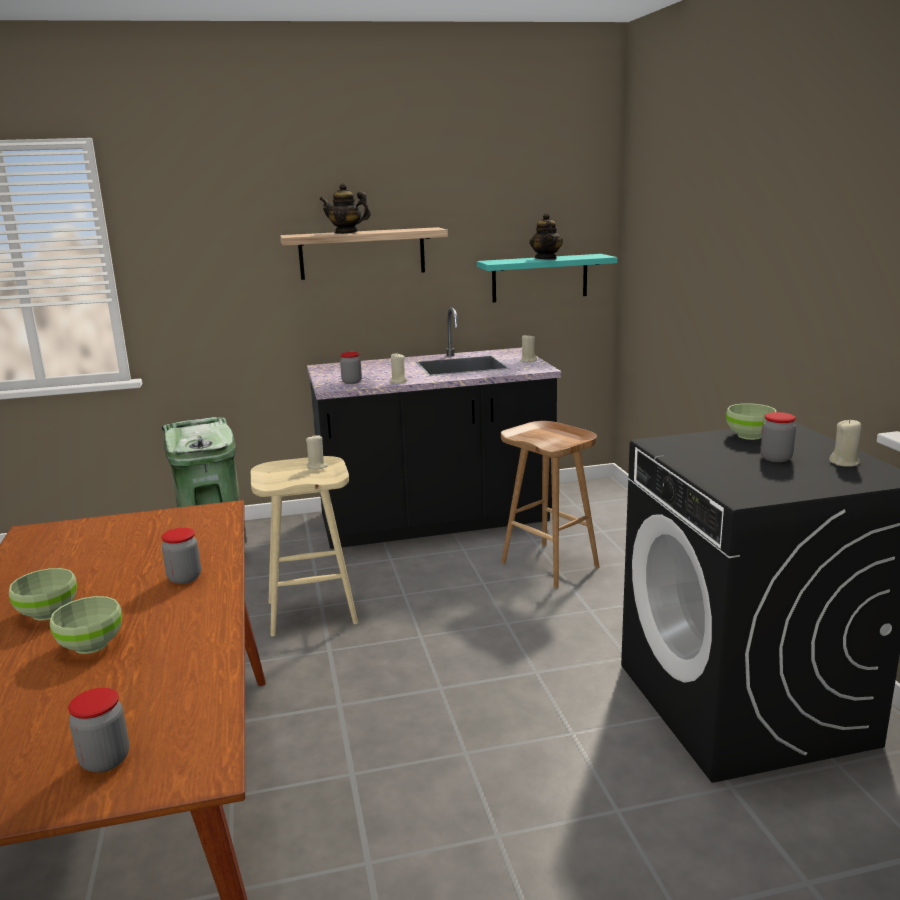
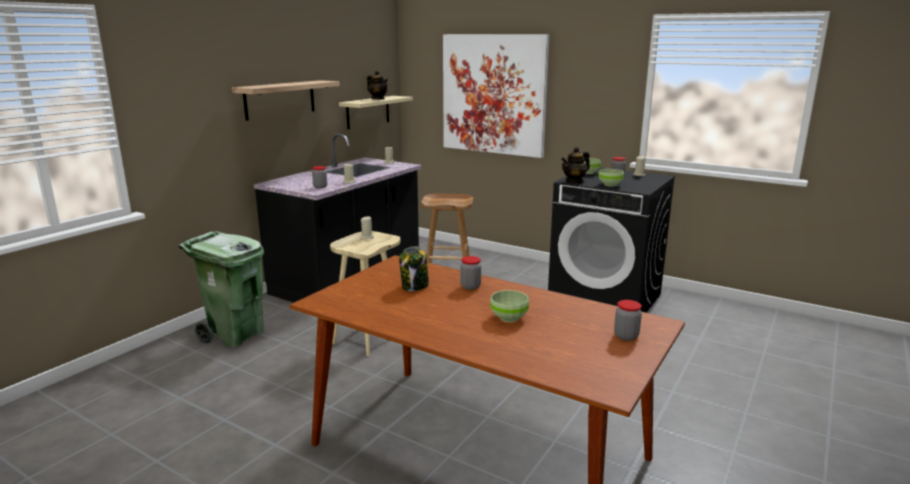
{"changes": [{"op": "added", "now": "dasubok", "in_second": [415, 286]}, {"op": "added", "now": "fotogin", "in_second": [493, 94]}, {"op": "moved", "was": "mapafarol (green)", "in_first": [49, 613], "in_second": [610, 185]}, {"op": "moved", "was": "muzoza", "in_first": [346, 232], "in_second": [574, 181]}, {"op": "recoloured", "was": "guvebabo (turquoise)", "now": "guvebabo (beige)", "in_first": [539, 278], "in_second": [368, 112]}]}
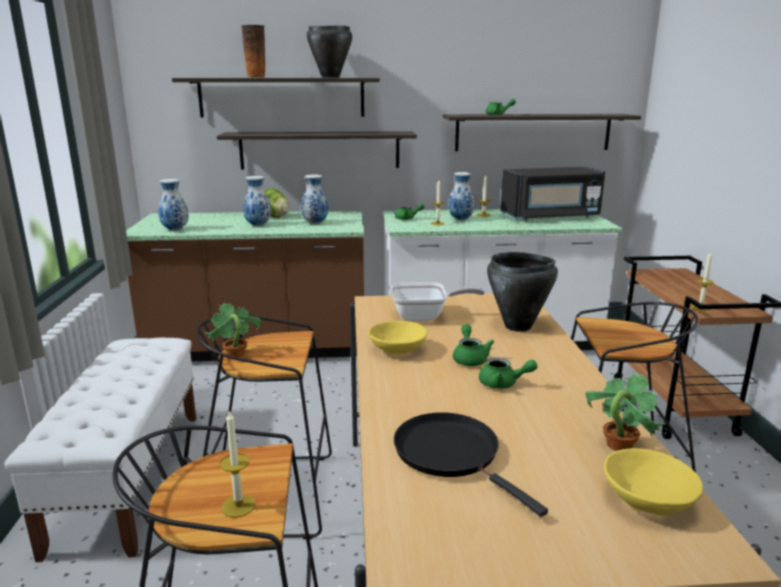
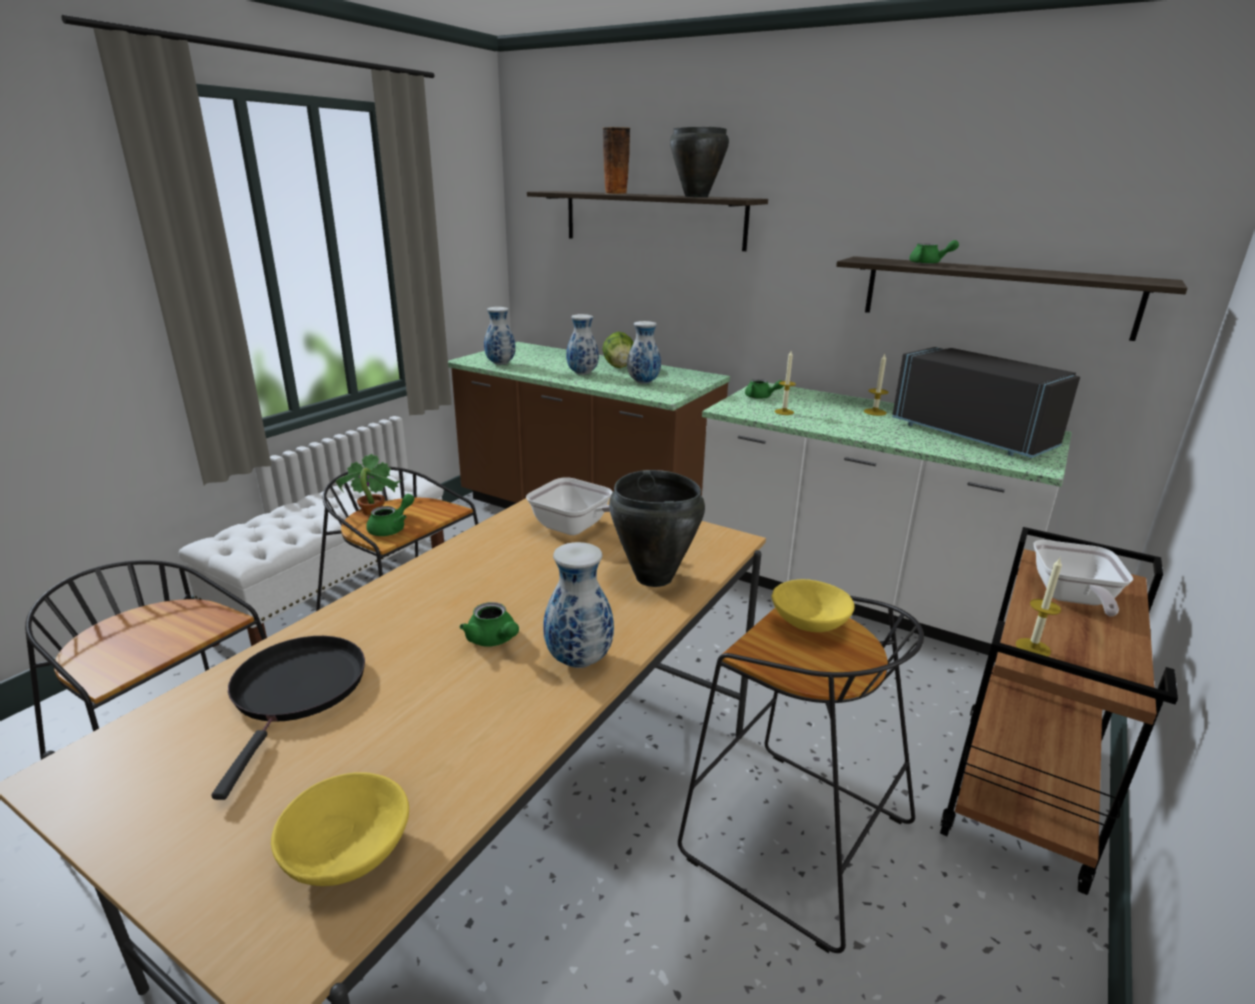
{"changes": [{"op": "removed", "was": "guvebabo", "in_first": [320, 150]}, {"op": "removed", "was": "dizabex", "in_first": [238, 506]}, {"op": "removed", "was": "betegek", "in_first": [618, 445]}, {"op": "added", "now": "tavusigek", "in_second": [1072, 599]}, {"op": "moved", "was": "mapafarol (yellow)", "in_first": [397, 350], "in_second": [809, 623]}, {"op": "moved", "was": "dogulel", "in_first": [460, 219], "in_second": [577, 660]}, {"op": "moved", "was": "muzoza (green)", "in_first": [470, 358], "in_second": [392, 528]}, {"op": "turned", "was": "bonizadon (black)", "in_first": [550, 217], "in_second": [973, 435], "clockwise": -150}]}
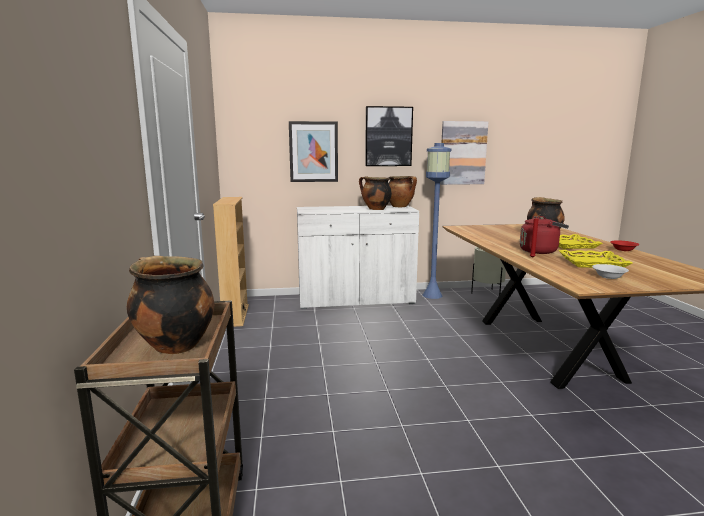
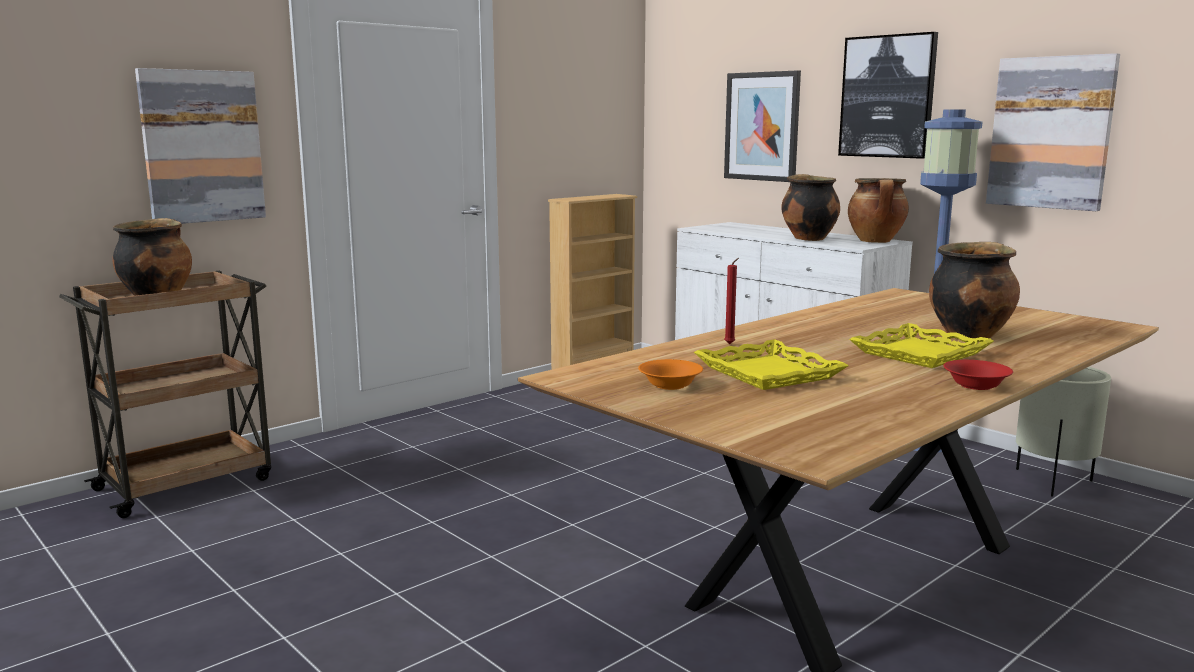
{"changes": [{"op": "removed", "was": "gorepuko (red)", "in_first": [540, 251]}, {"op": "added", "now": "fotogin", "in_second": [202, 146]}, {"op": "recoloured", "was": "mapafarol (white)", "now": "mapafarol (orange)", "in_first": [608, 276], "in_second": [671, 385]}]}
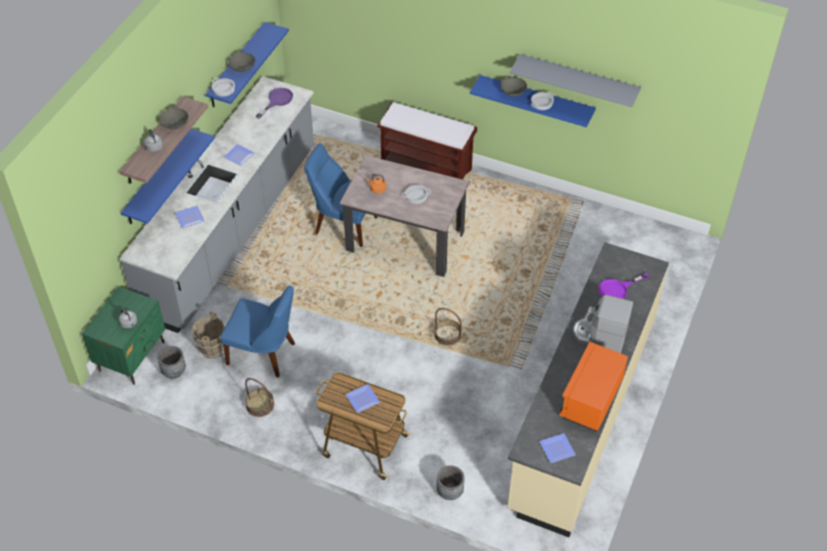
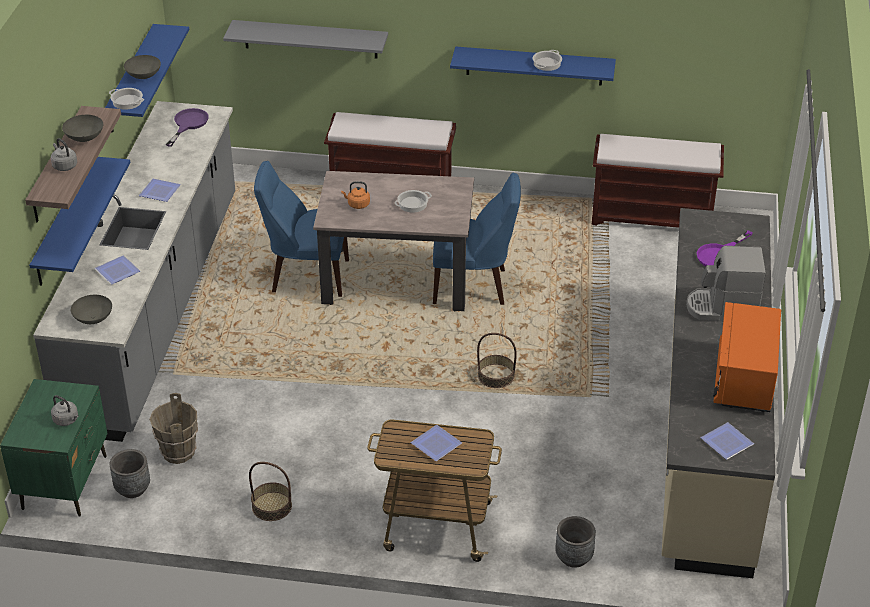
{"changes": [{"op": "added", "now": "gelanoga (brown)", "in_second": [652, 217]}, {"op": "moved", "was": "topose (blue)", "in_first": [264, 354], "in_second": [473, 286]}, {"op": "moved", "was": "mapafarol (grey)", "in_first": [513, 92], "in_second": [93, 319]}, {"op": "moved", "was": "guvebabo (grey)", "in_first": [578, 79], "in_second": [310, 39]}]}
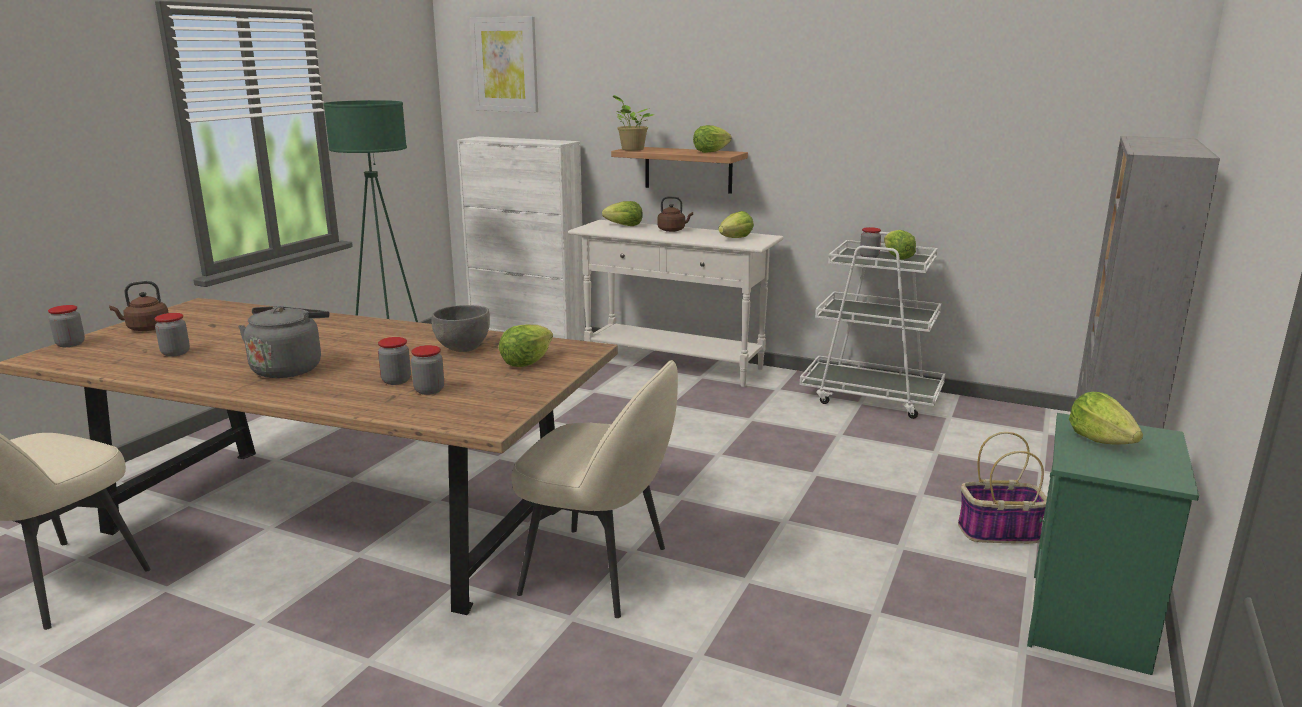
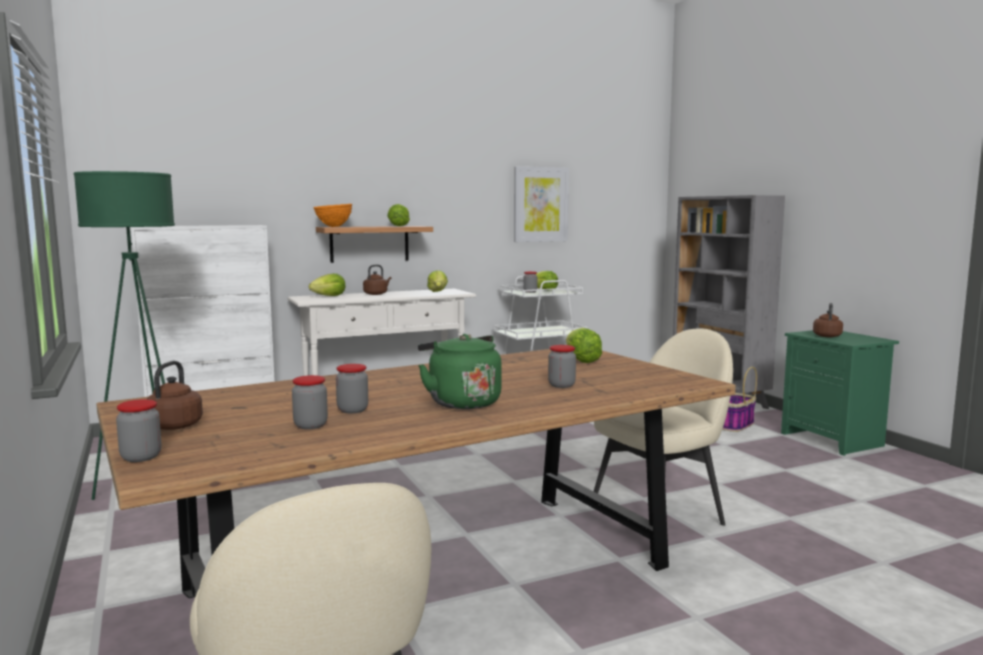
{"changes": [{"op": "removed", "was": "mapafarol (grey)", "in_first": [463, 348]}, {"op": "moved", "was": "dasubok", "in_first": [429, 390], "in_second": [352, 410]}, {"op": "moved", "was": "fotogin", "in_first": [505, 64], "in_second": [540, 204]}, {"op": "replaced", "was": "betegek", "now": "mapafarol (orange)", "in_first": [631, 149], "in_second": [333, 227]}, {"op": "replaced", "was": "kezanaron", "now": "gorepuko (brown)", "in_first": [1100, 440], "in_second": [827, 336]}, {"op": "recoloured", "was": "gorepuko (grey)", "now": "gorepuko (green)", "in_first": [289, 368], "in_second": [461, 402]}]}
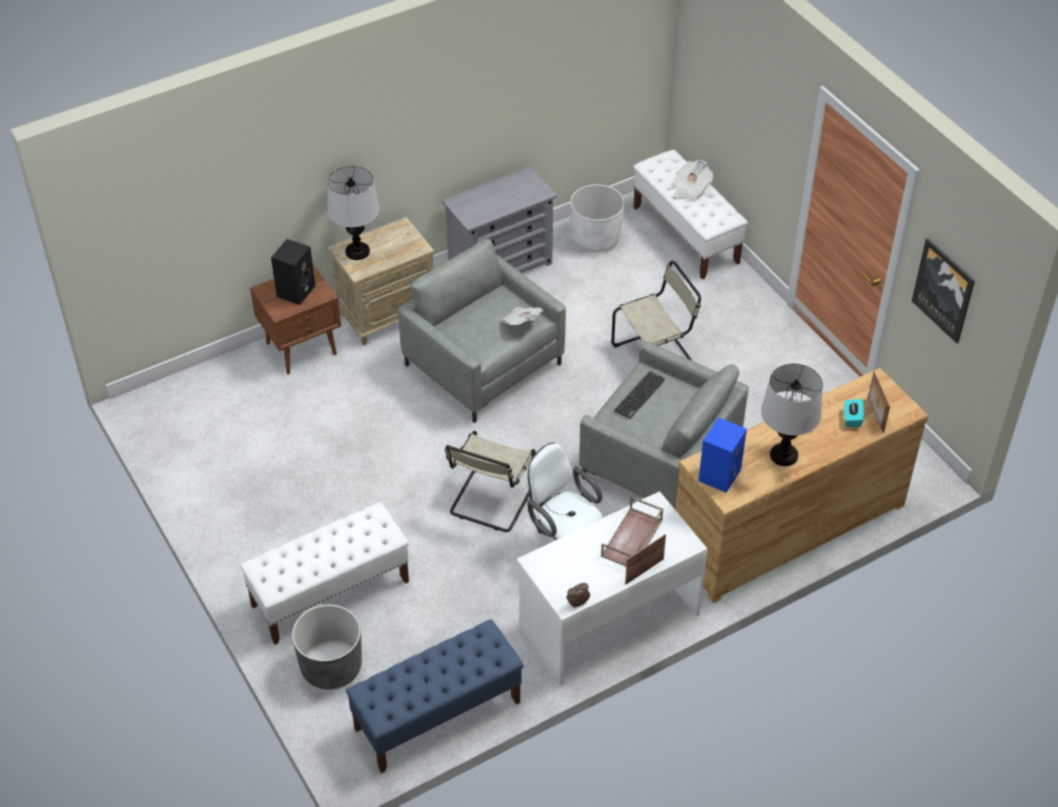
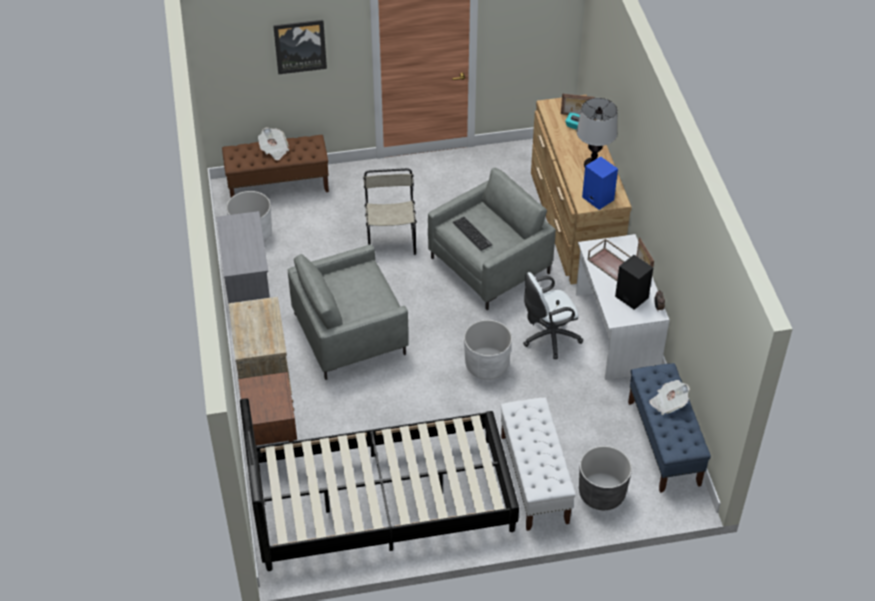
{"changes": [{"op": "removed", "was": "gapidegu", "in_first": [357, 252]}, {"op": "added", "now": "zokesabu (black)", "in_second": [381, 502]}, {"op": "moved", "was": "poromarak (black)", "in_first": [296, 290], "in_second": [630, 297]}, {"op": "moved", "was": "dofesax", "in_first": [522, 323], "in_second": [668, 403]}, {"op": "moved", "was": "fotogin", "in_first": [944, 290], "in_second": [300, 46]}, {"op": "replaced", "was": "topose (beige)", "now": "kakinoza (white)", "in_first": [490, 502], "in_second": [486, 365]}, {"op": "recoloured", "was": "gelanoga (white)", "now": "gelanoga (brown)", "in_first": [686, 235], "in_second": [278, 186]}]}
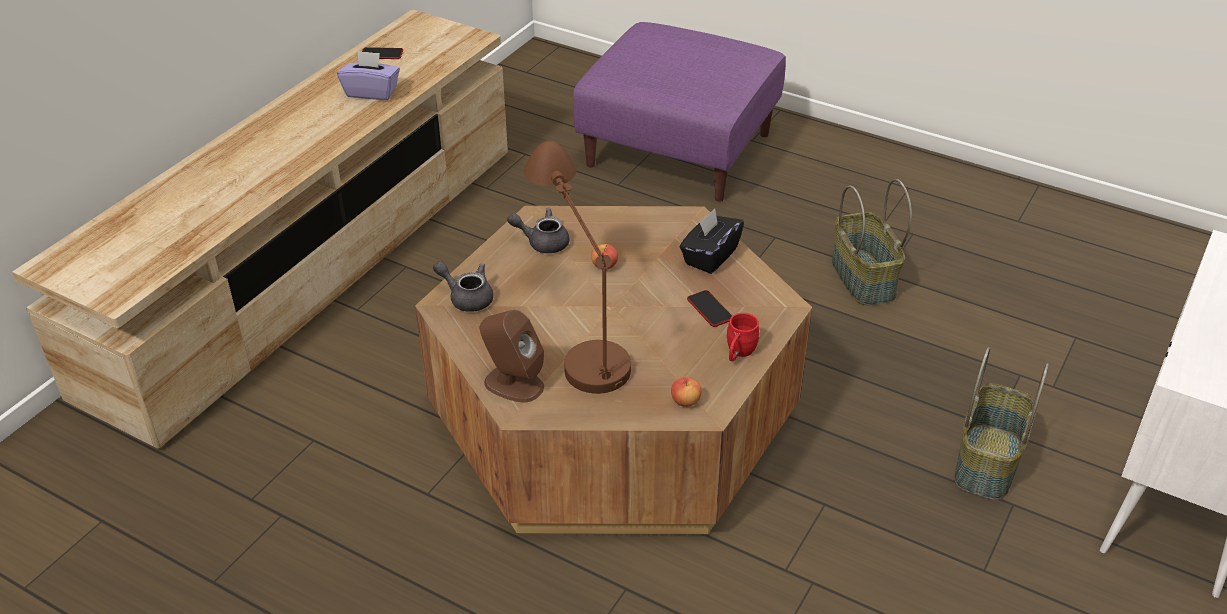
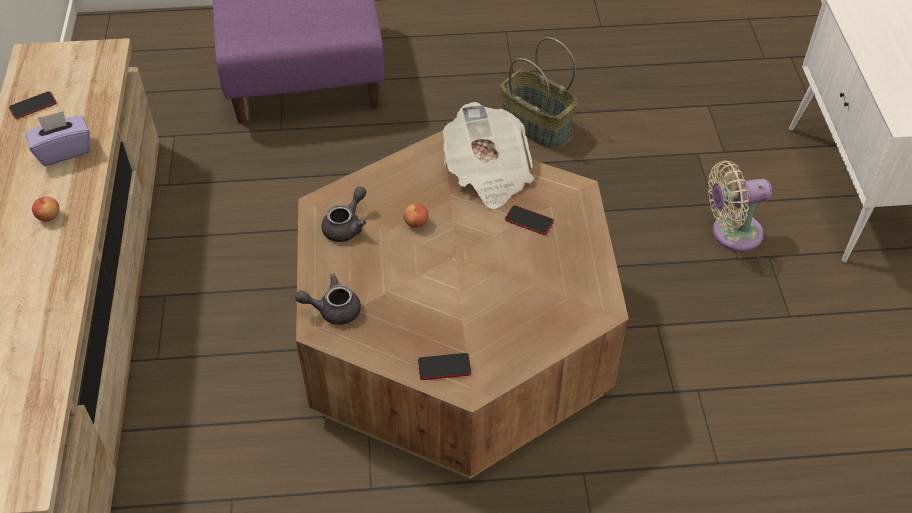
{"changes": [{"op": "removed", "was": "gapidegu (brown)", "in_first": [578, 333]}, {"op": "removed", "was": "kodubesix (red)", "in_first": [738, 353]}, {"op": "moved", "was": "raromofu", "in_first": [685, 401], "in_second": [49, 216]}, {"op": "replaced", "was": "poromarak (brown)", "now": "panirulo", "in_first": [513, 384], "in_second": [444, 367]}, {"op": "replaced", "was": "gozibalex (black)", "now": "dofesax", "in_first": [710, 256], "in_second": [488, 173]}, {"op": "replaced", "was": "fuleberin", "now": "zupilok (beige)", "in_first": [989, 463], "in_second": [731, 233]}, {"op": "turned", "was": "muzoza (grey)", "in_first": [542, 242], "in_second": [346, 226], "clockwise": 150}]}
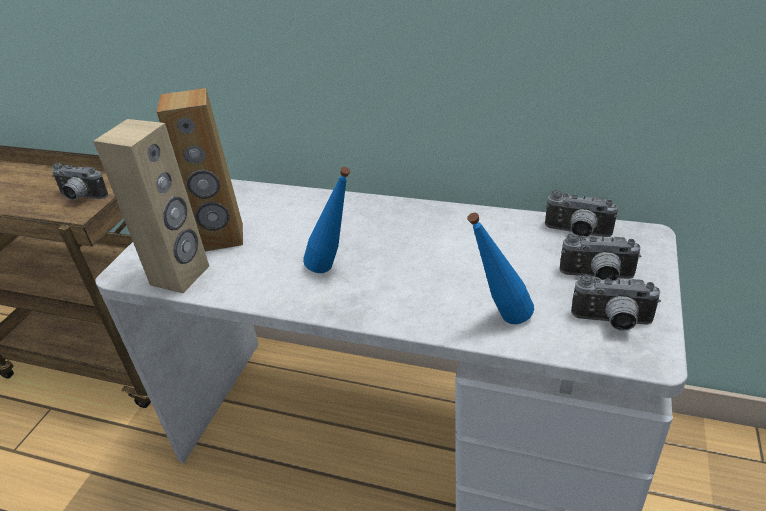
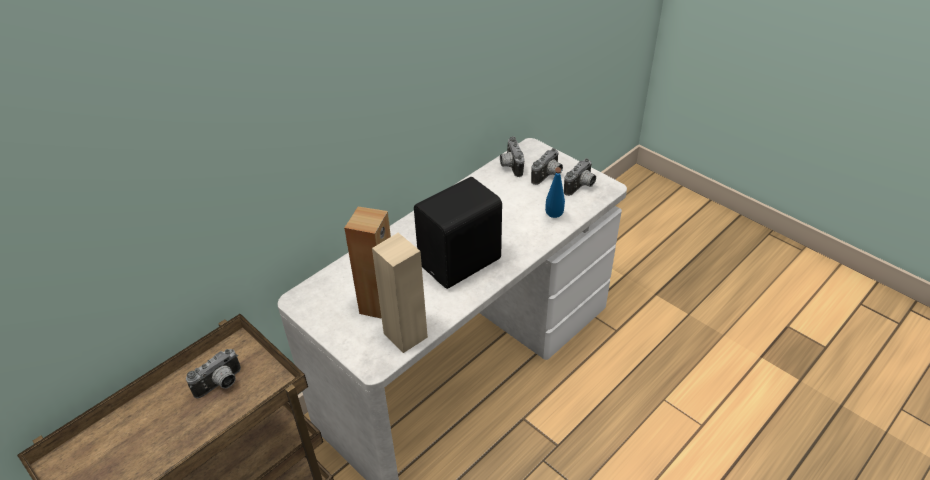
{"changes": [{"op": "replaced", "was": "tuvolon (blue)", "now": "poromarak (black)", "in_first": [334, 269], "in_second": [462, 263]}, {"op": "turned", "was": "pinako", "in_first": [577, 234], "in_second": [510, 166], "clockwise": 120}]}
